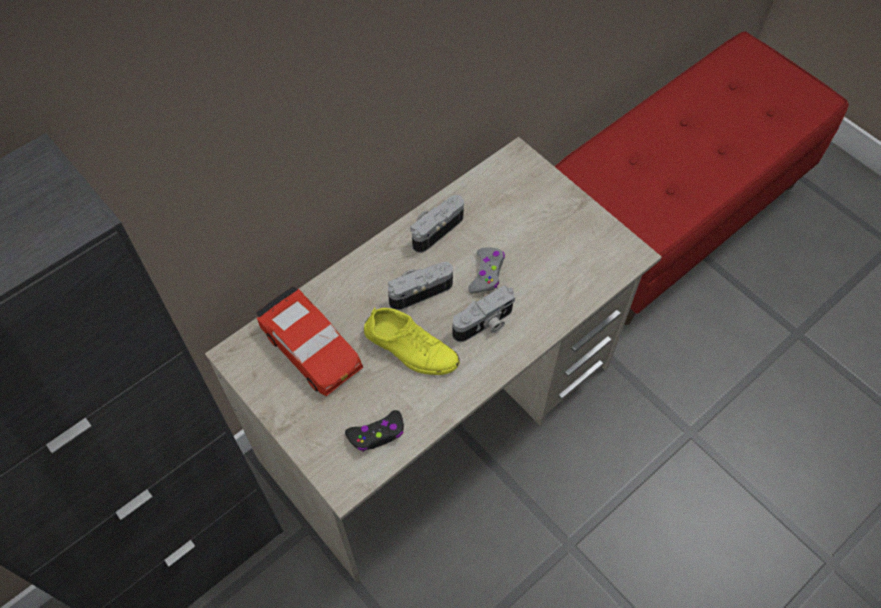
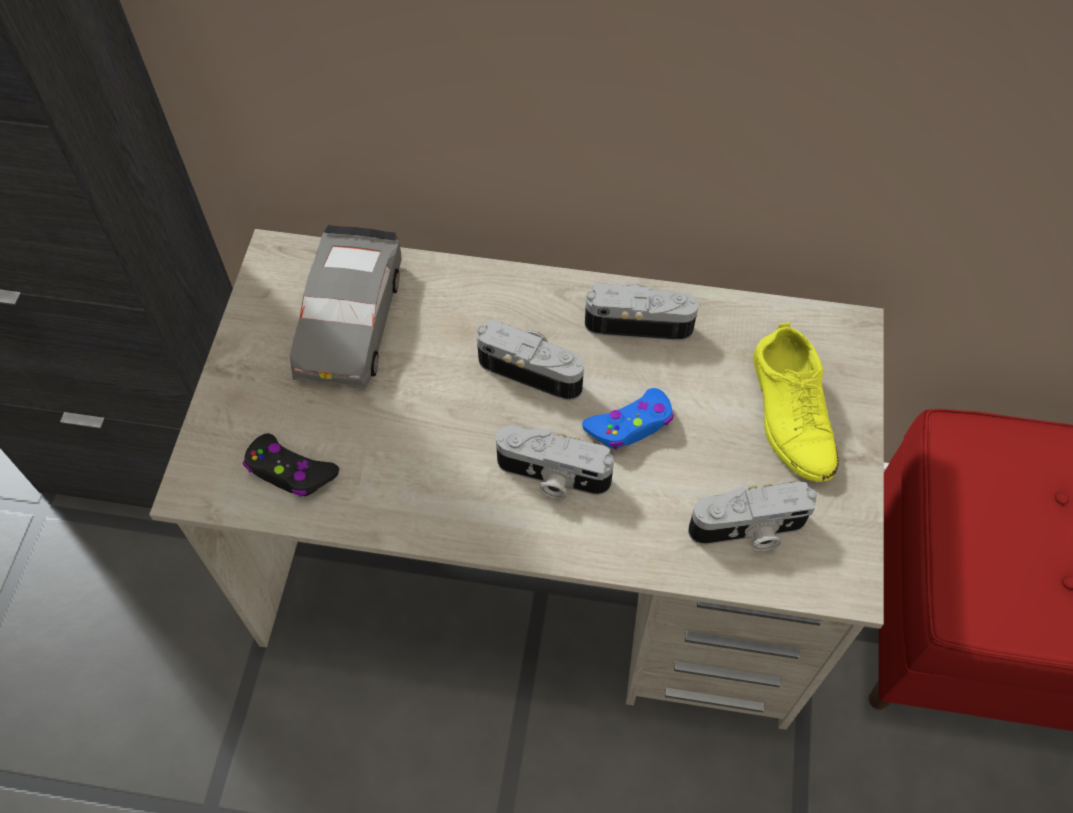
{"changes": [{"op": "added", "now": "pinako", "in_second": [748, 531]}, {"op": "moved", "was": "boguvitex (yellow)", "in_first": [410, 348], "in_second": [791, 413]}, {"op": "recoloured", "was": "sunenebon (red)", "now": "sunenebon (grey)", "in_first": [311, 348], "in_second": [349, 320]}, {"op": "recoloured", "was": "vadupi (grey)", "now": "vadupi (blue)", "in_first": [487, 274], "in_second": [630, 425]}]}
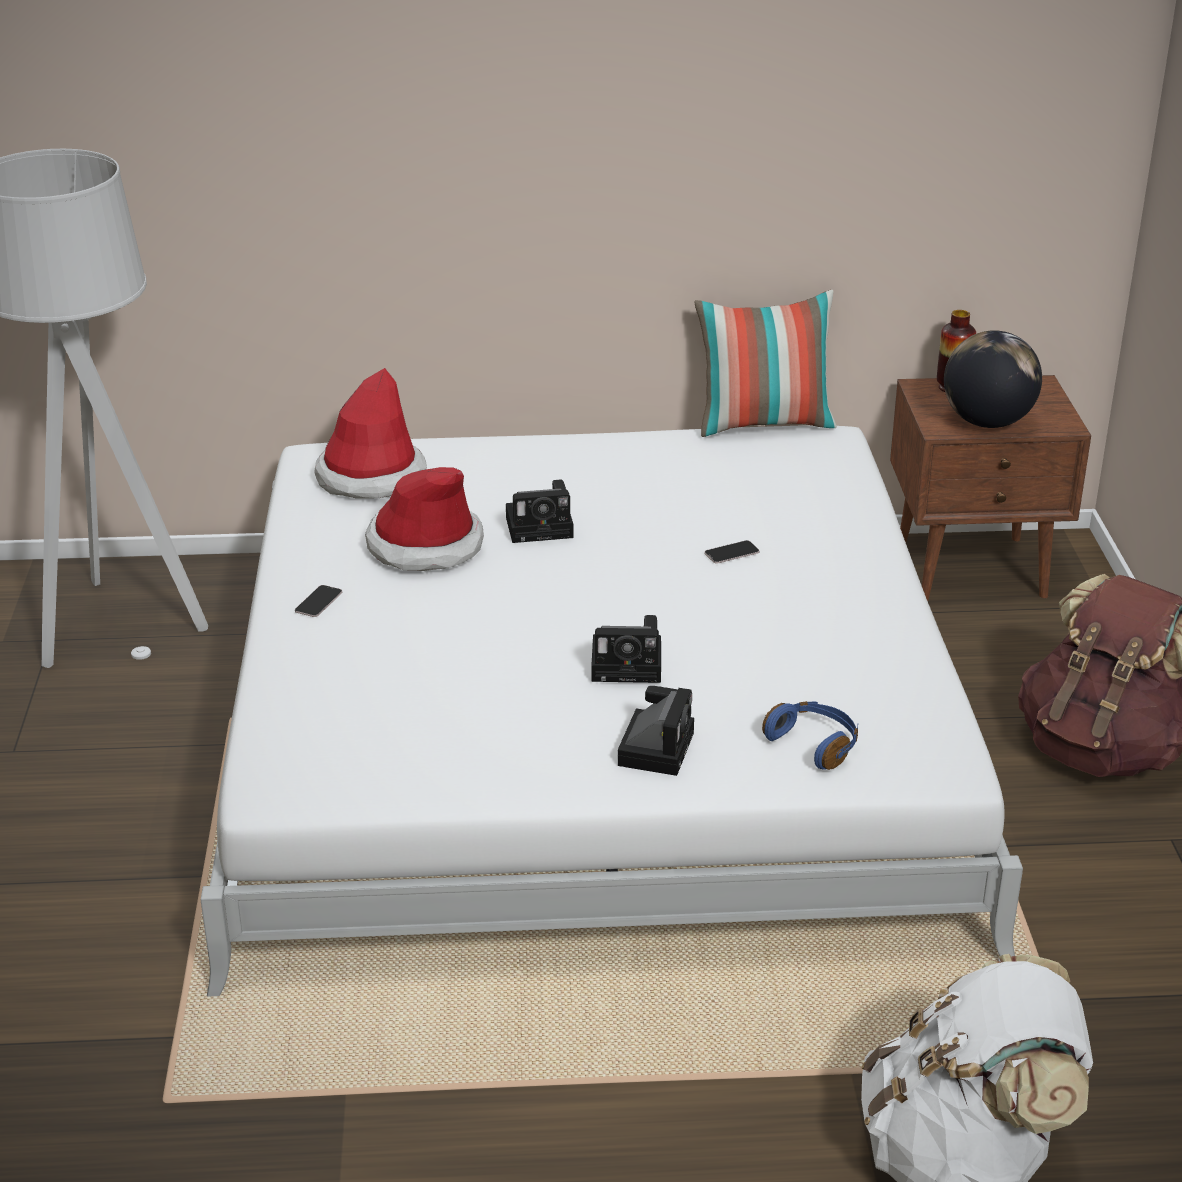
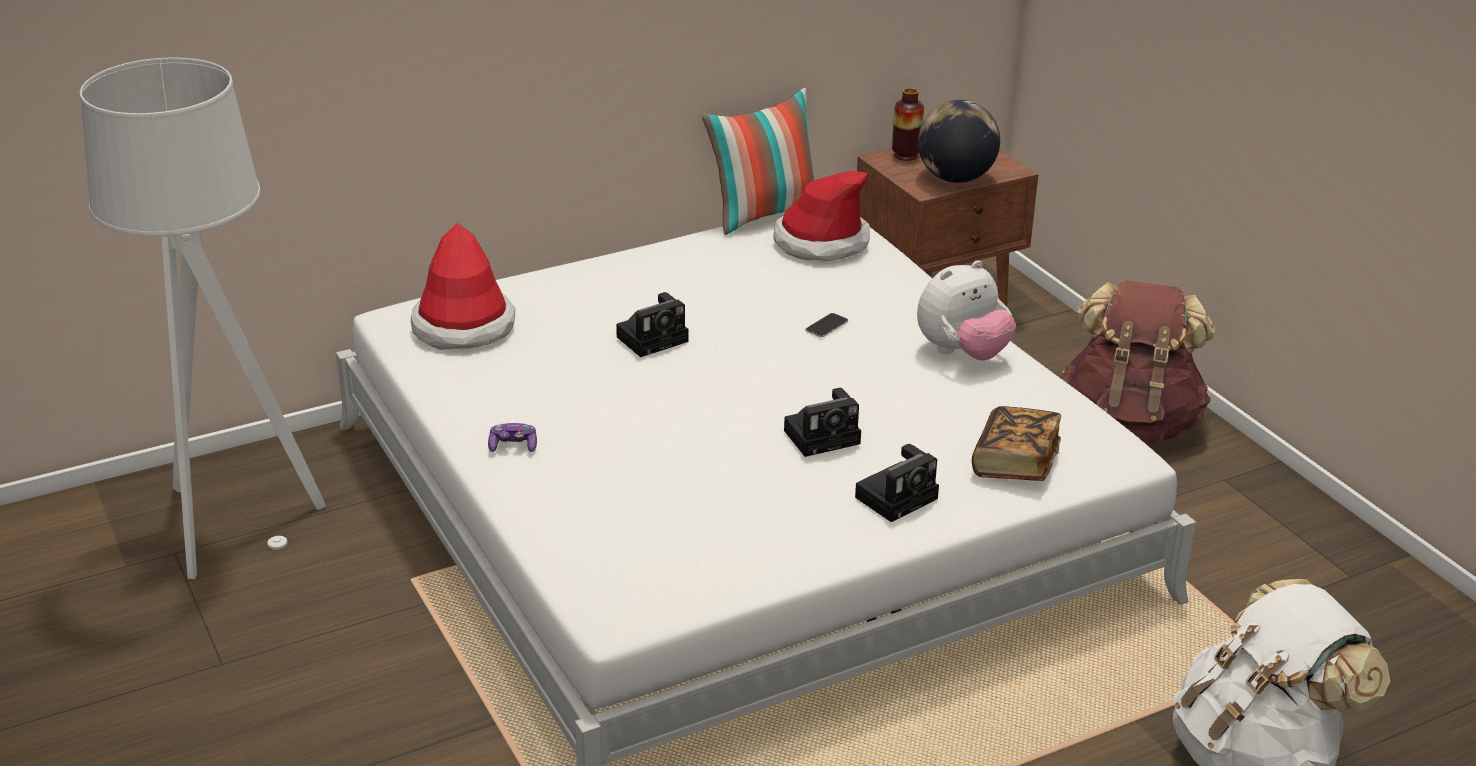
{"changes": [{"op": "added", "now": "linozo", "in_second": [962, 353]}, {"op": "moved", "was": "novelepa", "in_first": [425, 545], "in_second": [820, 242]}, {"op": "replaced", "was": "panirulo", "now": "vadupi", "in_first": [318, 602], "in_second": [513, 446]}, {"op": "replaced", "was": "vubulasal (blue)", "now": "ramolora", "in_first": [814, 744], "in_second": [1015, 463]}, {"op": "turned", "was": "pinako", "in_first": [656, 747], "in_second": [898, 496], "clockwise": 60}]}
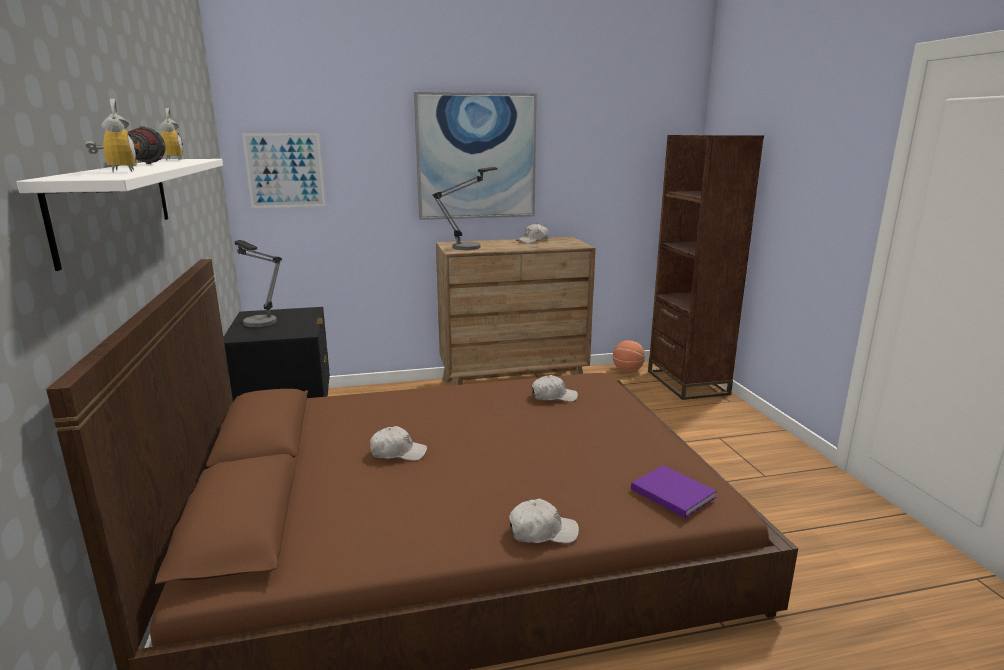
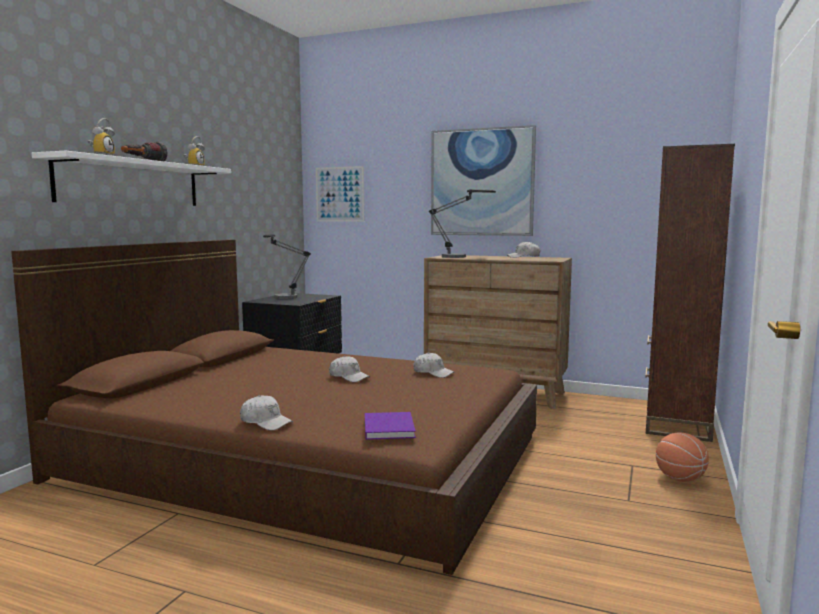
{"changes": [{"op": "moved", "was": "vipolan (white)", "in_first": [398, 452], "in_second": [349, 377]}, {"op": "moved", "was": "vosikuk", "in_first": [628, 370], "in_second": [680, 479]}]}
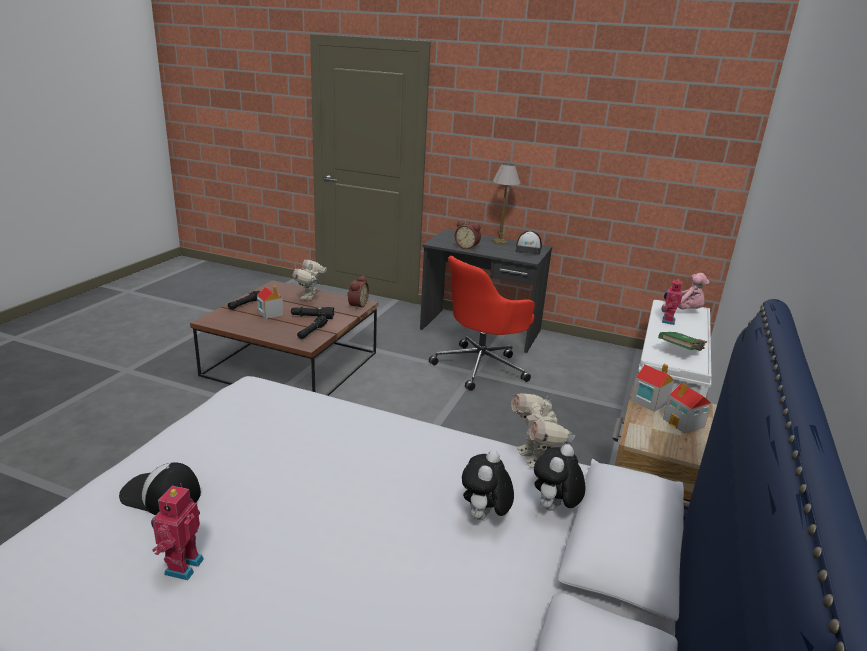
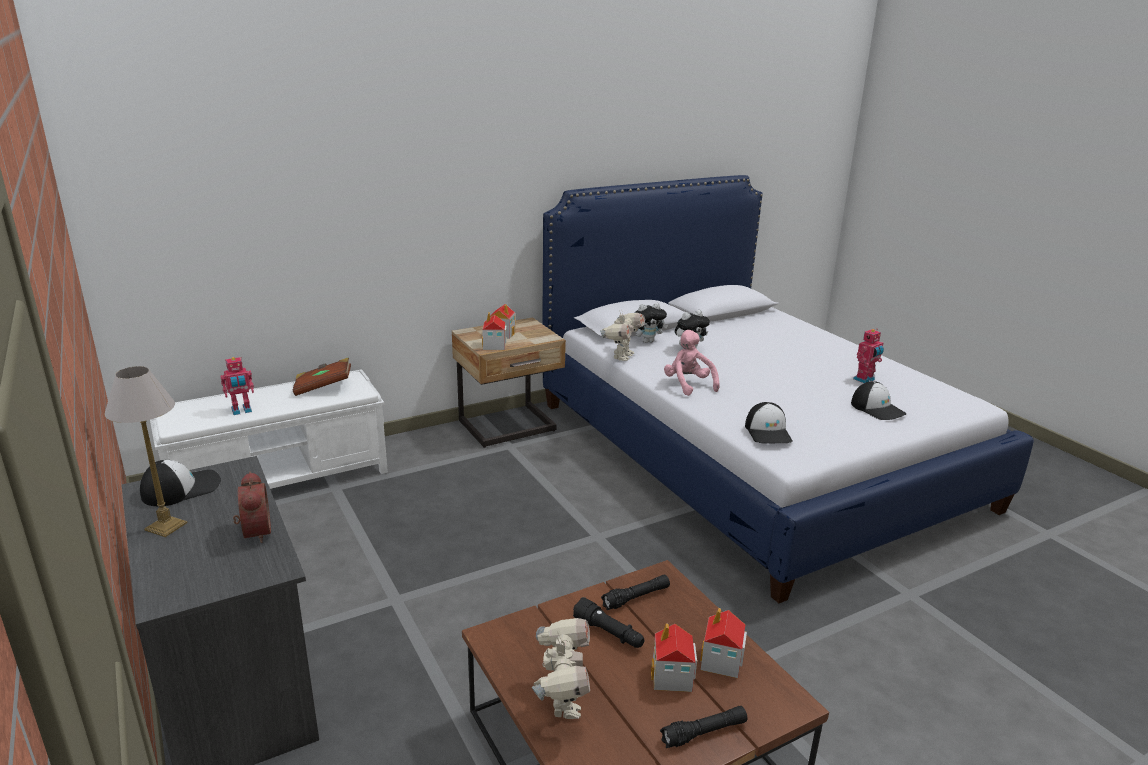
{"changes": [{"op": "removed", "was": "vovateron", "in_first": [356, 305]}, {"op": "removed", "was": "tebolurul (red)", "in_first": [481, 366]}, {"op": "added", "now": "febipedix", "in_second": [721, 662]}, {"op": "added", "now": "vipolan", "in_second": [768, 432]}, {"op": "moved", "was": "linozo (pink)", "in_first": [683, 311], "in_second": [688, 385]}, {"op": "recoloured", "was": "ramolora (green)", "now": "ramolora (brown)", "in_first": [681, 350], "in_second": [323, 387]}, {"op": "turned", "was": "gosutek", "in_first": [309, 297], "in_second": [562, 703], "clockwise": -45}]}
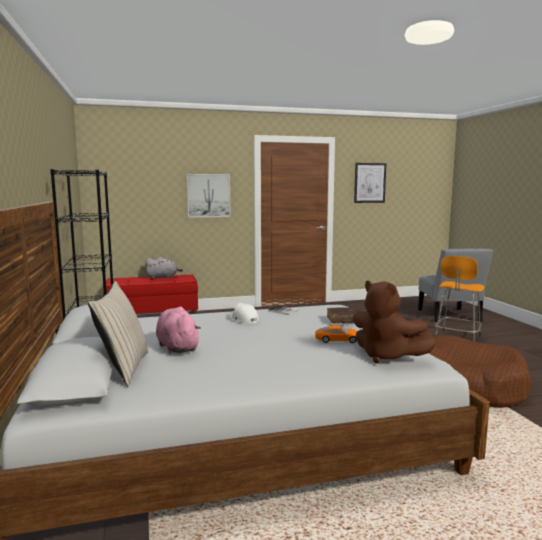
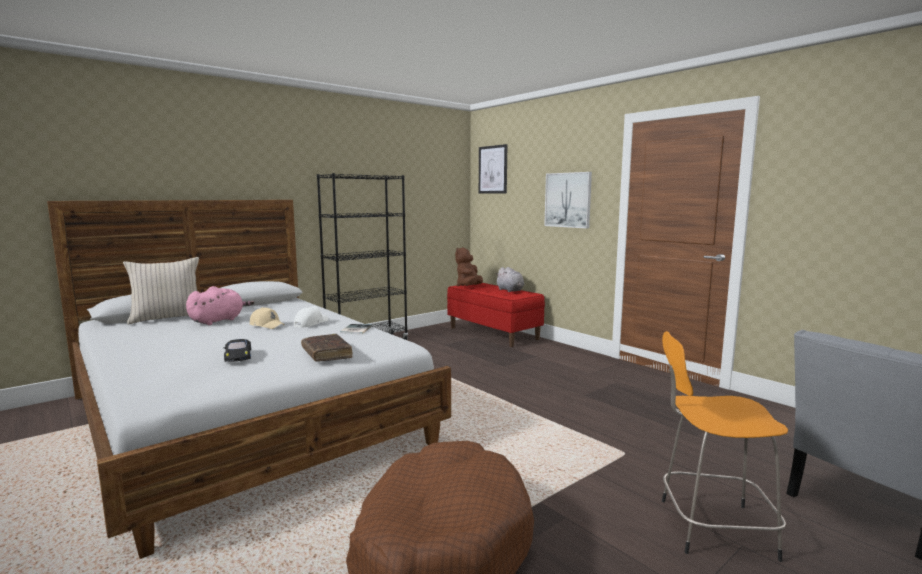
{"changes": [{"op": "added", "now": "vipolan (beige)", "in_second": [267, 325]}, {"op": "moved", "was": "linozo (brown)", "in_first": [386, 356], "in_second": [469, 287]}, {"op": "moved", "was": "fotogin", "in_first": [369, 183], "in_second": [493, 169]}, {"op": "recoloured", "was": "sunenebon (orange)", "now": "sunenebon (black)", "in_first": [338, 339], "in_second": [238, 355]}]}
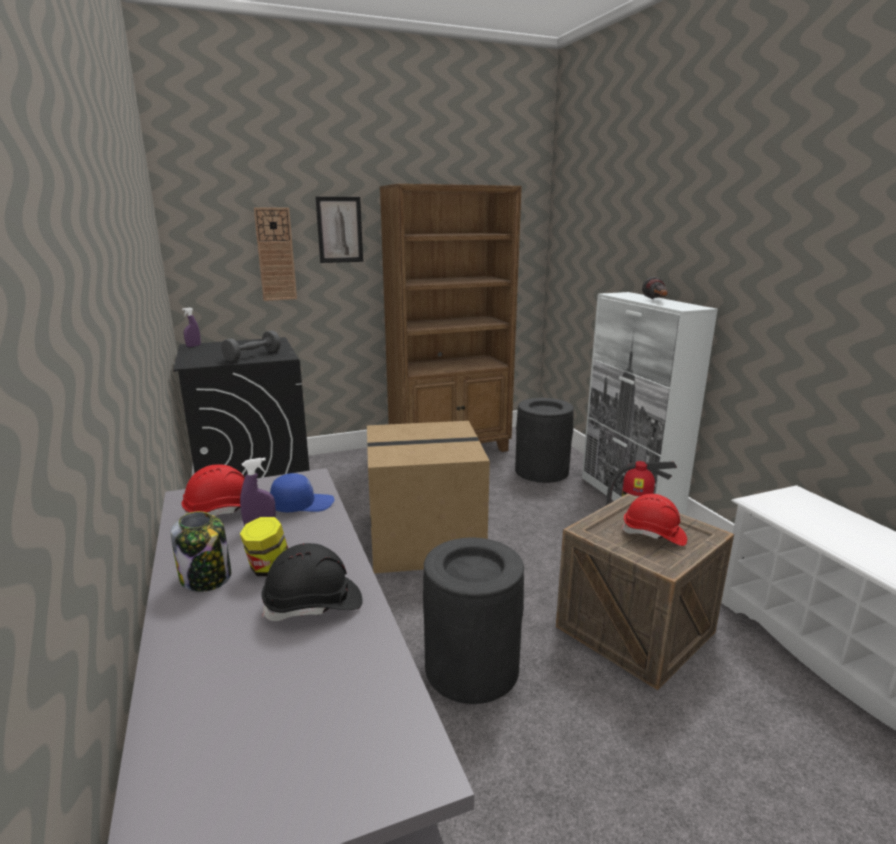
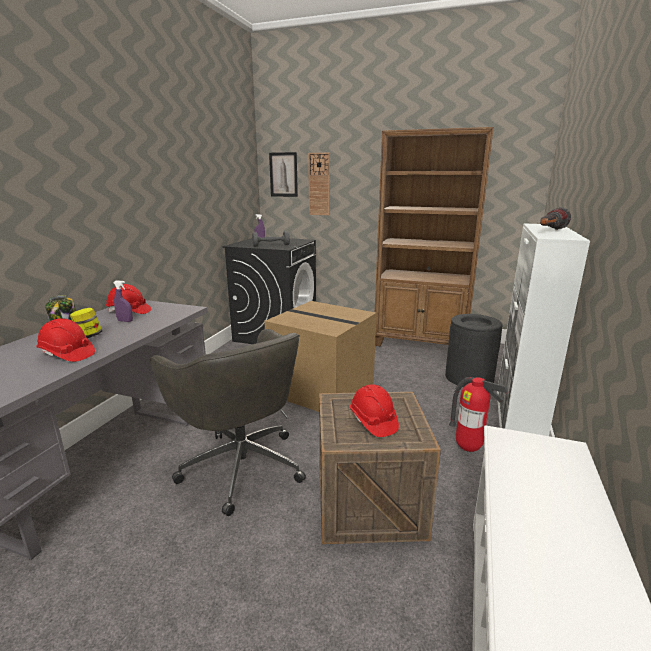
{"changes": [{"op": "removed", "was": "vipolan (blue)", "in_first": [302, 504]}, {"op": "moved", "was": "fotogin", "in_first": [339, 230], "in_second": [283, 174]}, {"op": "replaced", "was": "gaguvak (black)", "now": "tebolurul (grey)", "in_first": [472, 667], "in_second": [241, 464]}, {"op": "recoloured", "was": "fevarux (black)", "now": "fevarux (red)", "in_first": [314, 605], "in_second": [67, 354]}]}
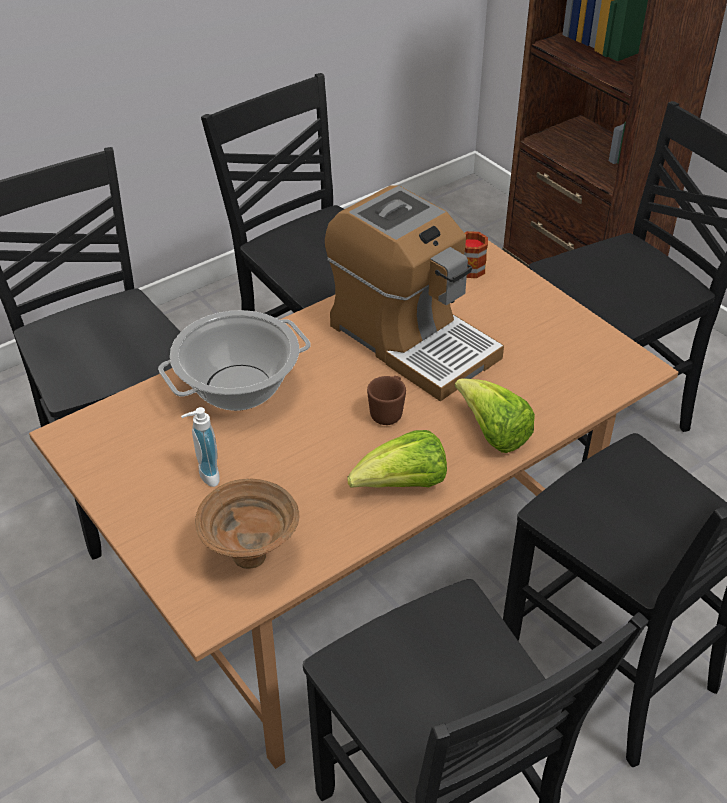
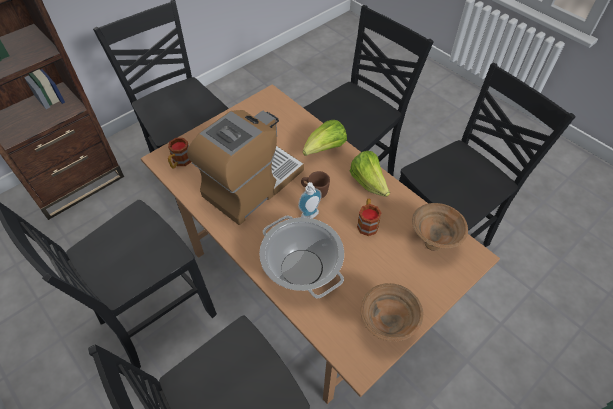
{"changes": [{"op": "added", "now": "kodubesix", "in_second": [367, 223]}, {"op": "added", "now": "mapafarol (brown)", "in_second": [387, 325]}, {"op": "moved", "was": "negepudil", "in_first": [205, 476], "in_second": [311, 216]}]}
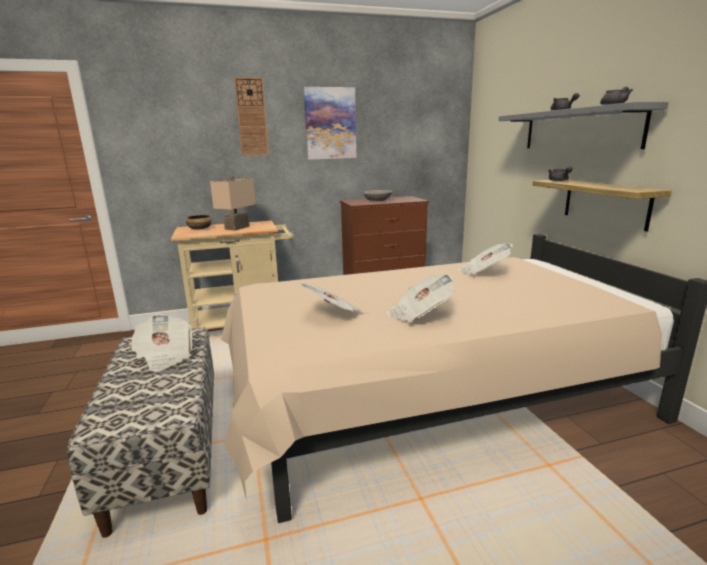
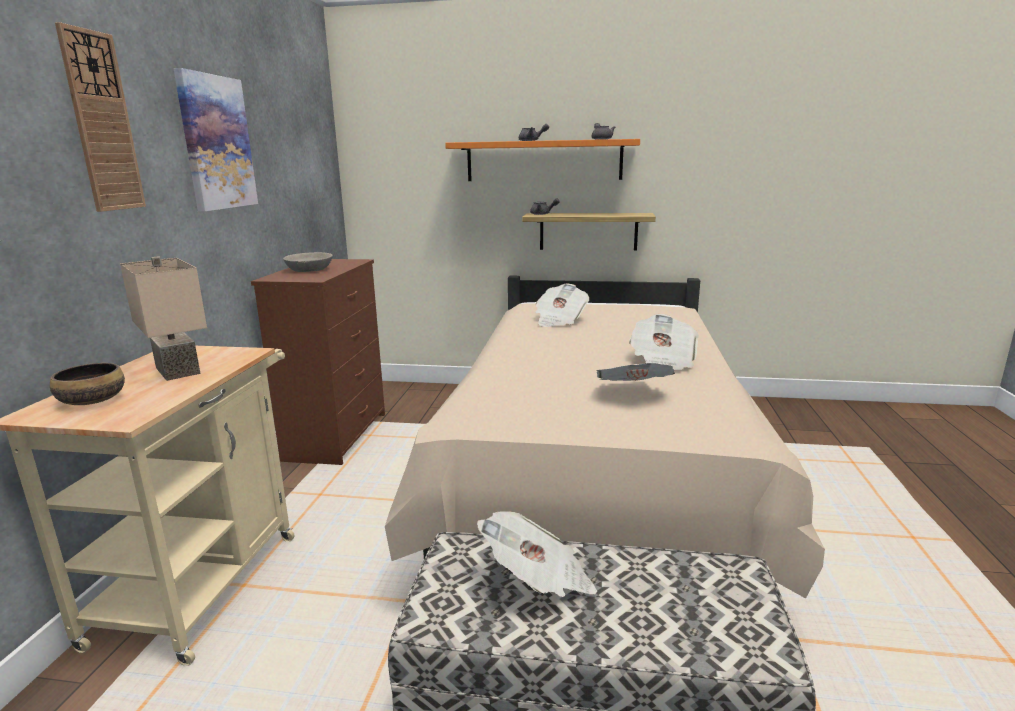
{"changes": [{"op": "recoloured", "was": "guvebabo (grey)", "now": "guvebabo (orange)", "in_first": [579, 129], "in_second": [543, 161]}]}
